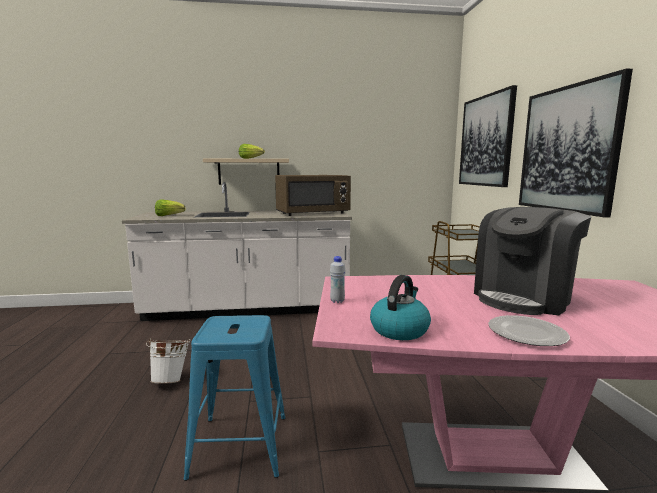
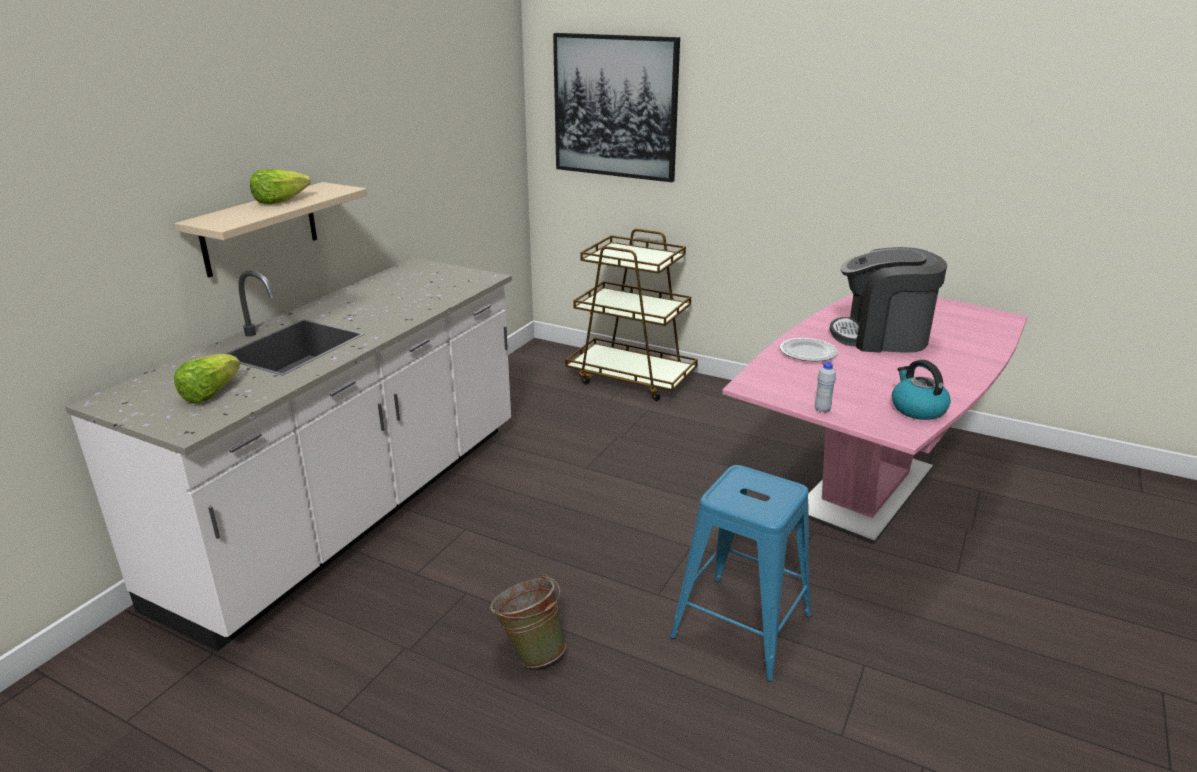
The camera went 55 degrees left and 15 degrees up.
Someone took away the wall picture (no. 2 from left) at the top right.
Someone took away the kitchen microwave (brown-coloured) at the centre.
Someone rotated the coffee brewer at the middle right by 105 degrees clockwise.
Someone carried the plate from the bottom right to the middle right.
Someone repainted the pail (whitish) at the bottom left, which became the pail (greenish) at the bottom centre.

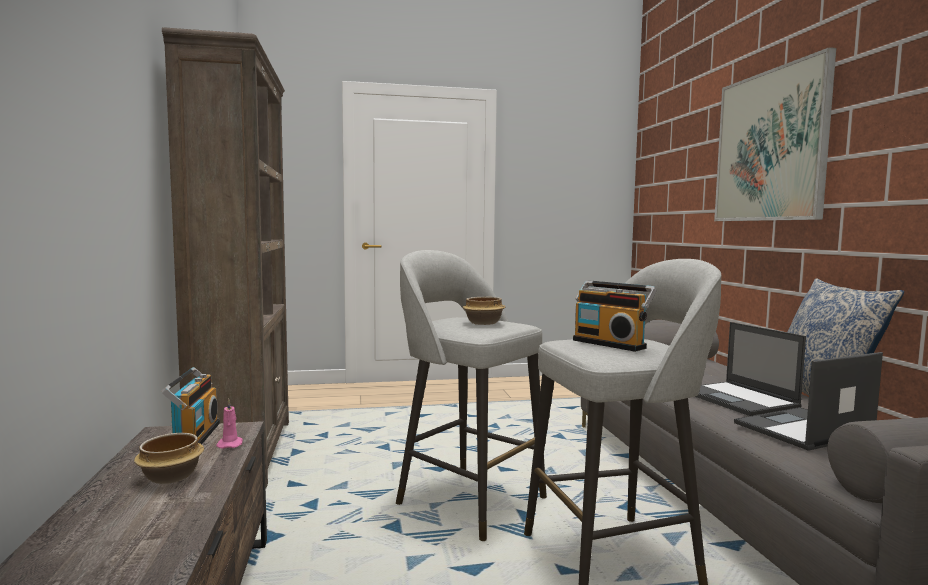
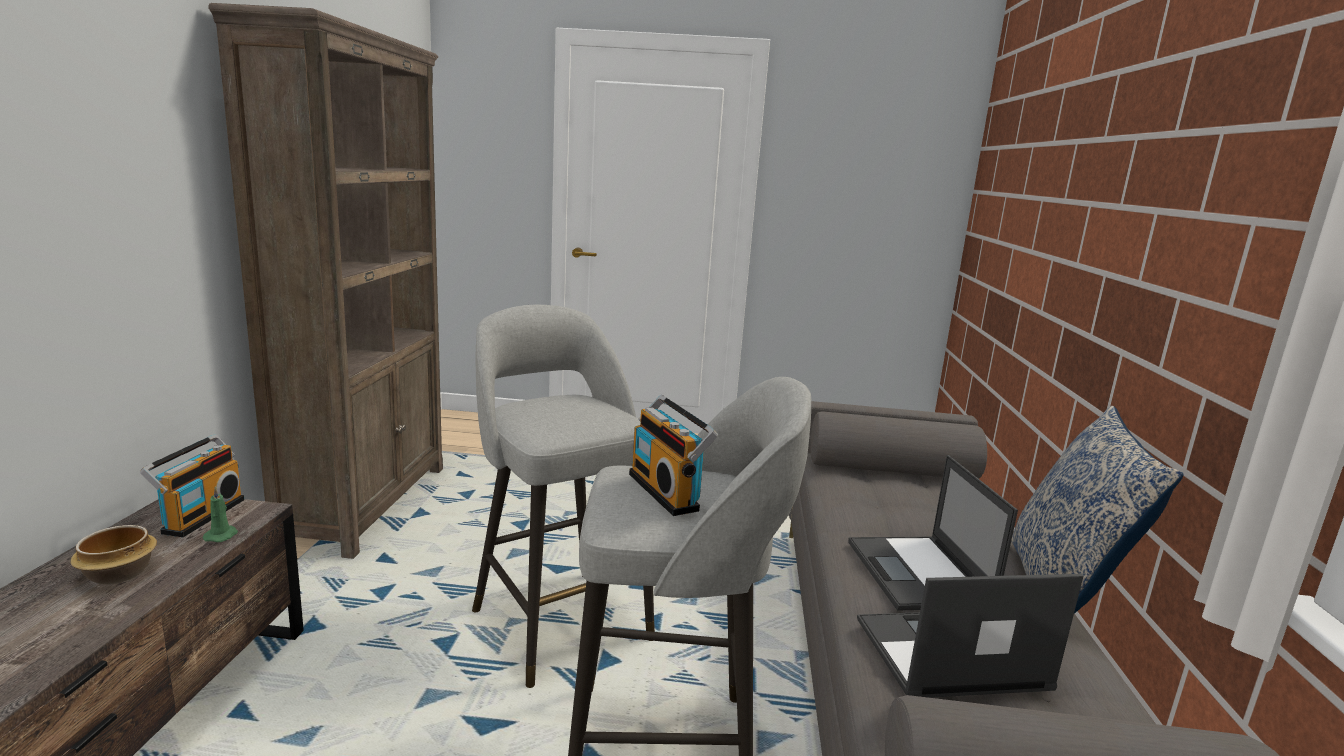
The camera went 15 degrees right and 10 degrees up.
Someone took away the wall picture at the top right.
Someone took away the deep dish (no. 2 from left) at the centre.
Someone repainted the wax candle (pink-coloured) at the bottom left, which became the wax candle (greenish) at the bottom left.

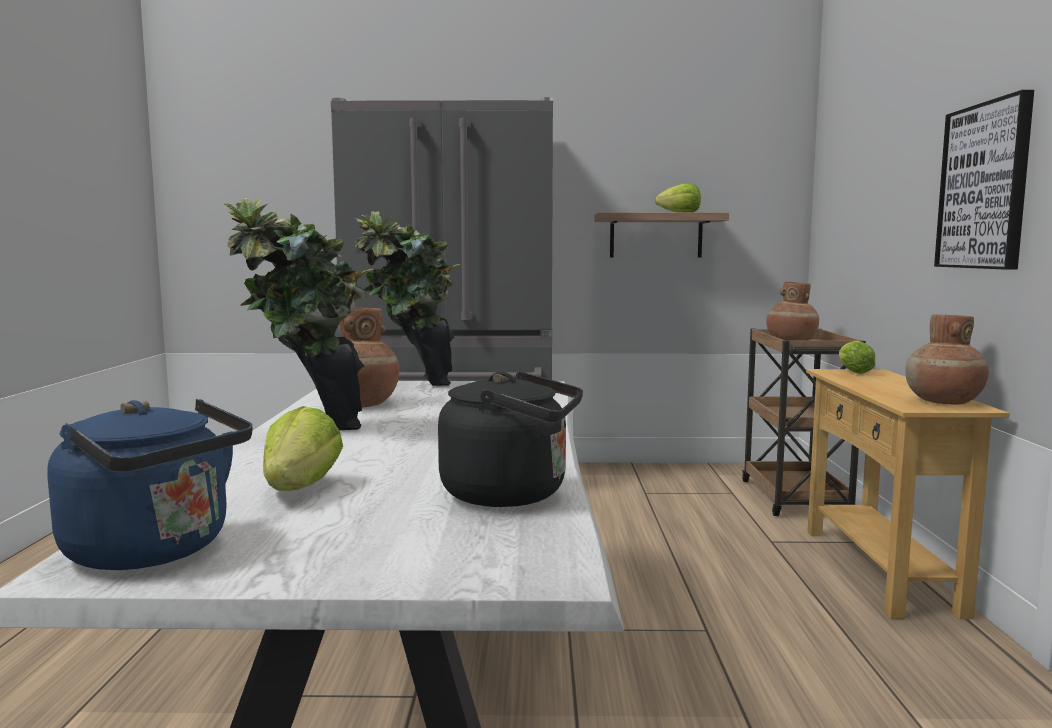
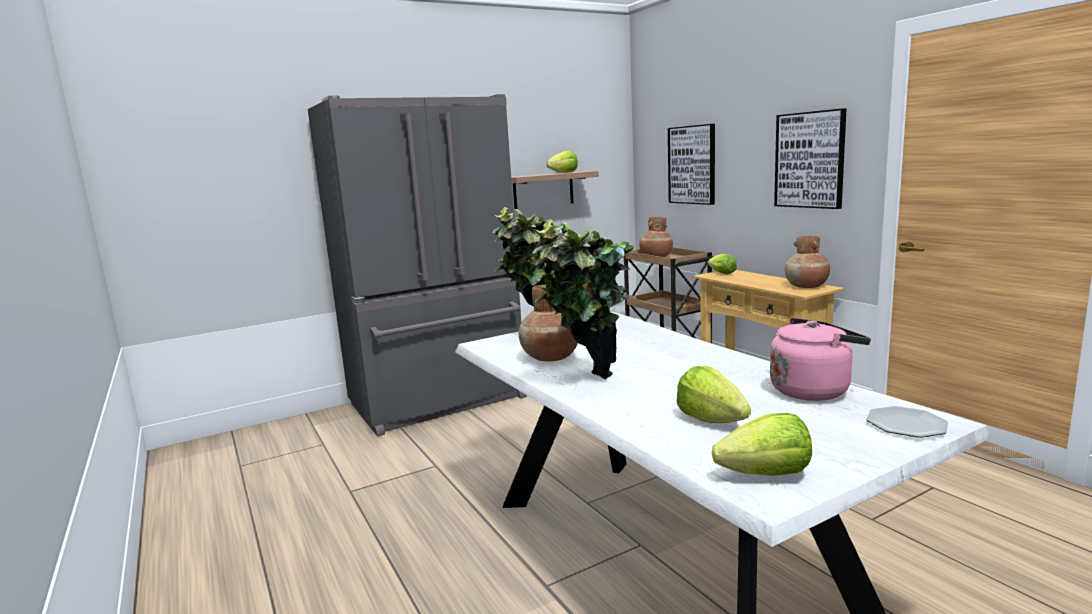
The camera went 30 degrees left and 5 degrees up.
Someone repainted the kettle (black) at the centre, which became the kettle (pink-coloured) at the middle right.
Someone swapped the kettle (blue) at the middle left for the lettuce head (no. 4 from left) at the bottom right.
Someone put up the wall picture (no. 1 from left) at the top centre.
Someone put down the plate at the bottom right.

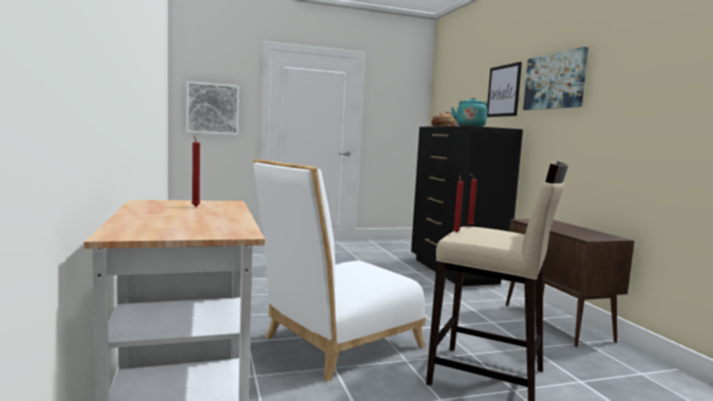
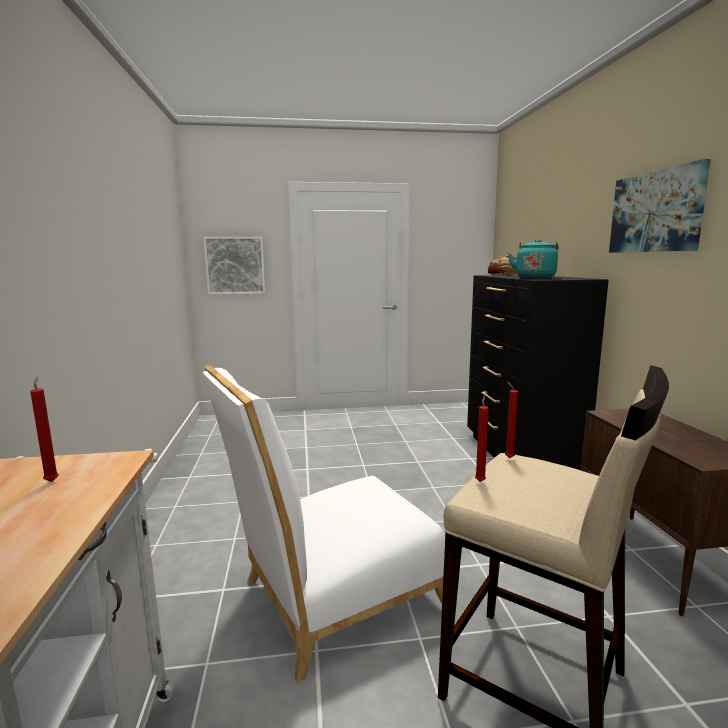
The camera went 10 degrees right and 5 degrees up.
Someone took away the wall picture (no. 2 from left) at the top right.

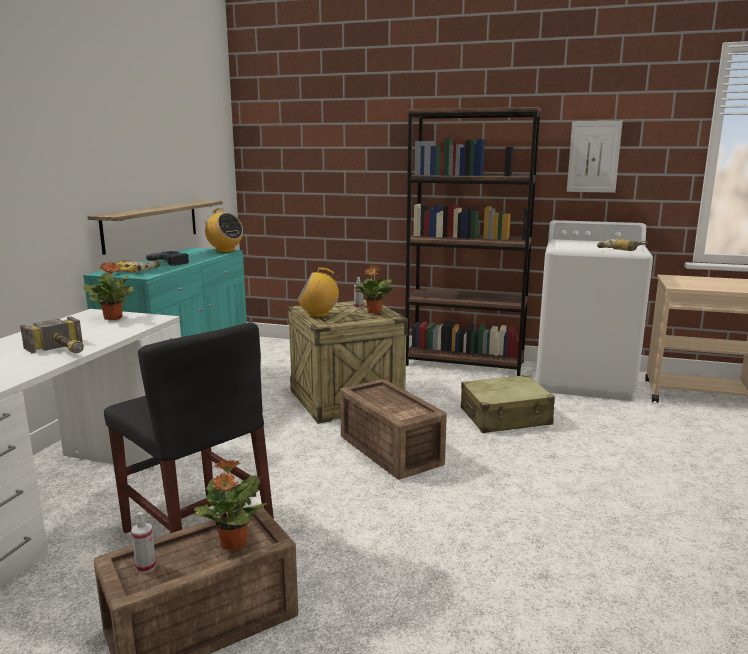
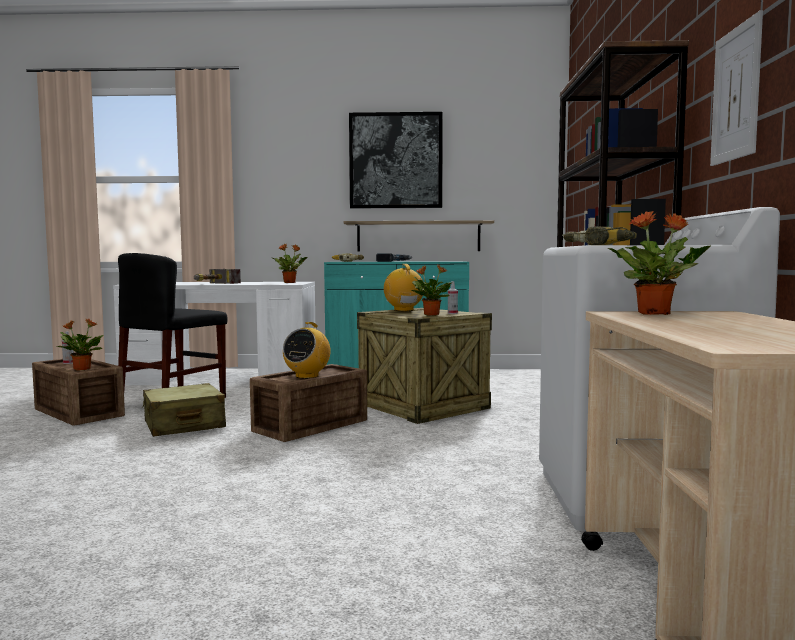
The camera went 75 degrees right and 10 degrees down.
Someone carried the radio receiver (no. 1 from left) from the middle left to the centre.
Someone carried the piece of luggage (beige) from the middle right to the middle left.
Someone put up the wall picture (no. 1 from left) at the top centre.
Someone put down the plant in a pot (no. 4 from left) at the middle right.

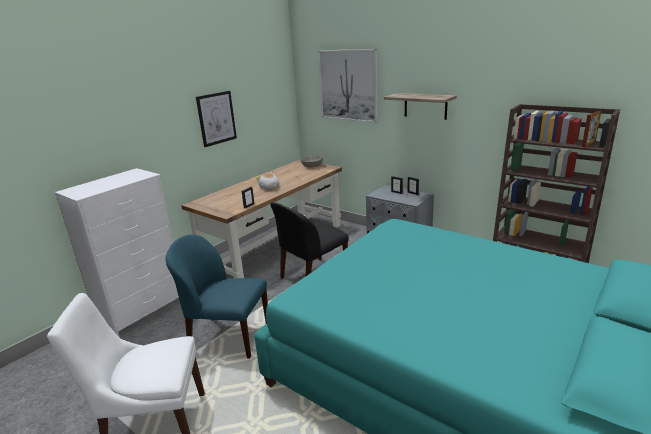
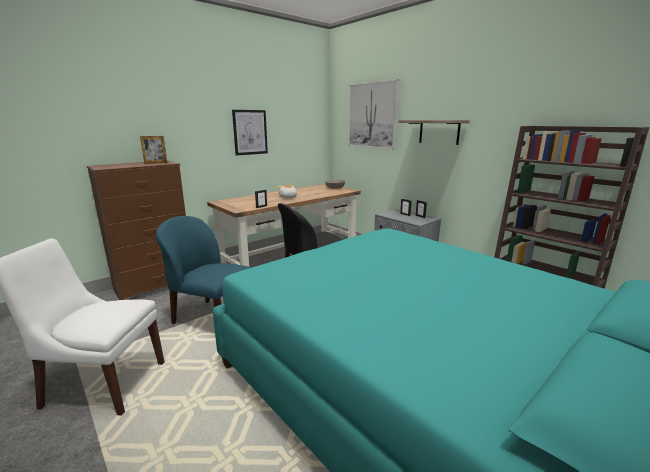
The camera went 10 degrees right and 5 degrees down.
Someone carried the standing frame (no. 4 from left in the first image) from the top right to the top left.
Someone repainted the chest of drawers (whitish) at the middle left, which became the chest of drawers (brown-coloured) at the middle left.

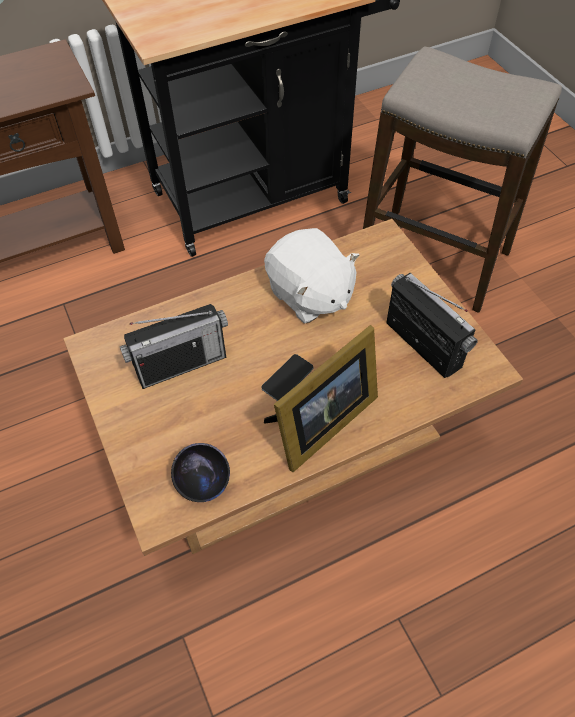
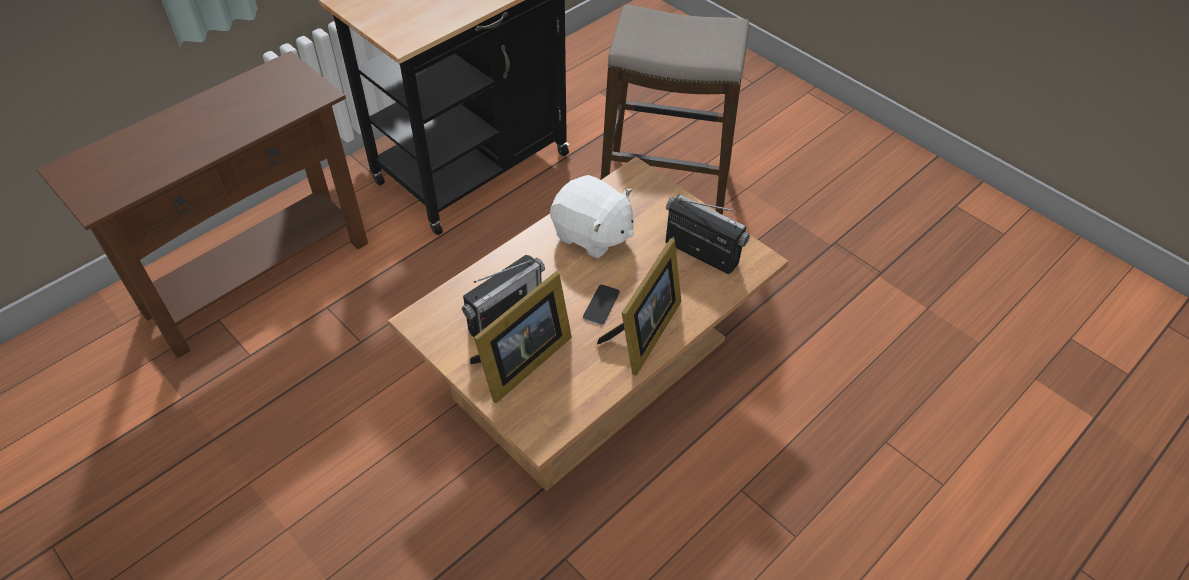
The camera went 20 degrees left and 5 degrees down.
Someone took away the deep dish (black) at the centre.
Someone put down the standing frame (no. 1 from left) at the centre.

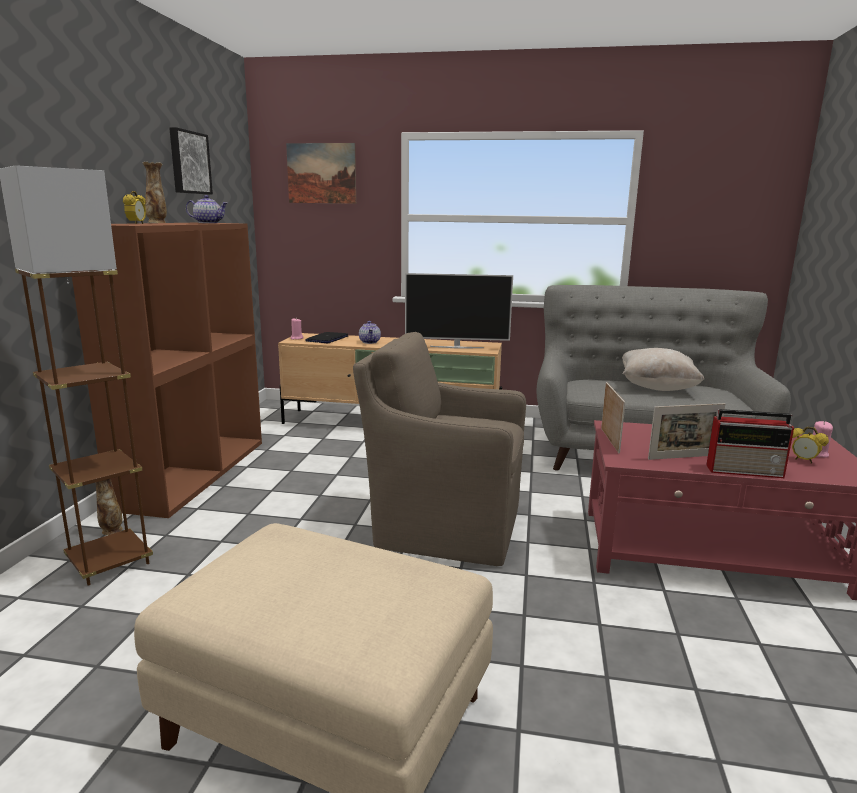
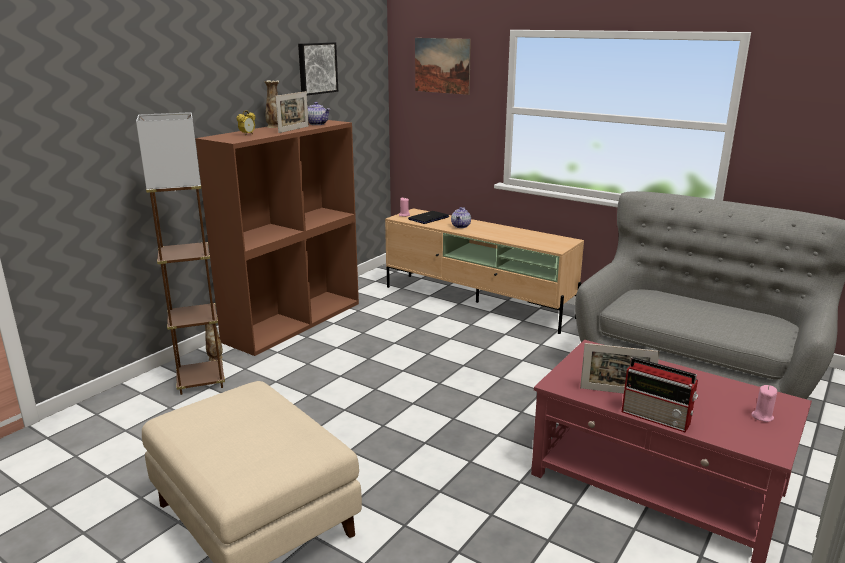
The camera went 25 degrees right and 5 degrees up.
Someone took away the television at the centre.
Someone took away the lounge chair (brown-coloured) at the centre.
Someone took away the pillow (beige) at the middle right.
Someone carried the standing frame (no. 1 from left) from the middle right to the top centre.
Someone took away the bedside clock (no. 2 from left) at the middle right.

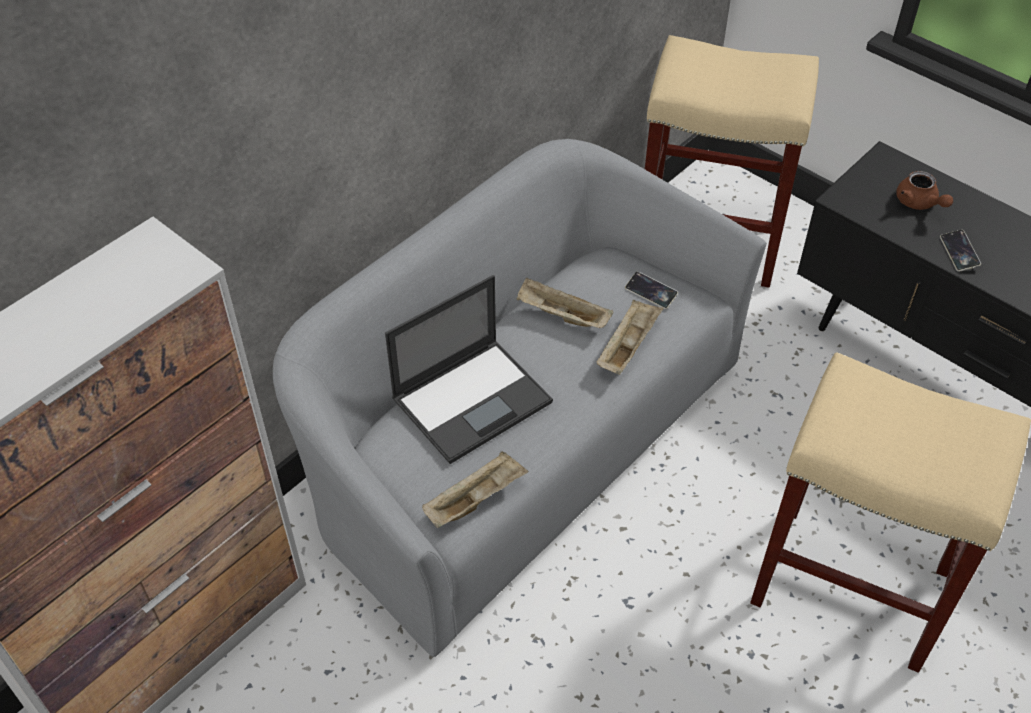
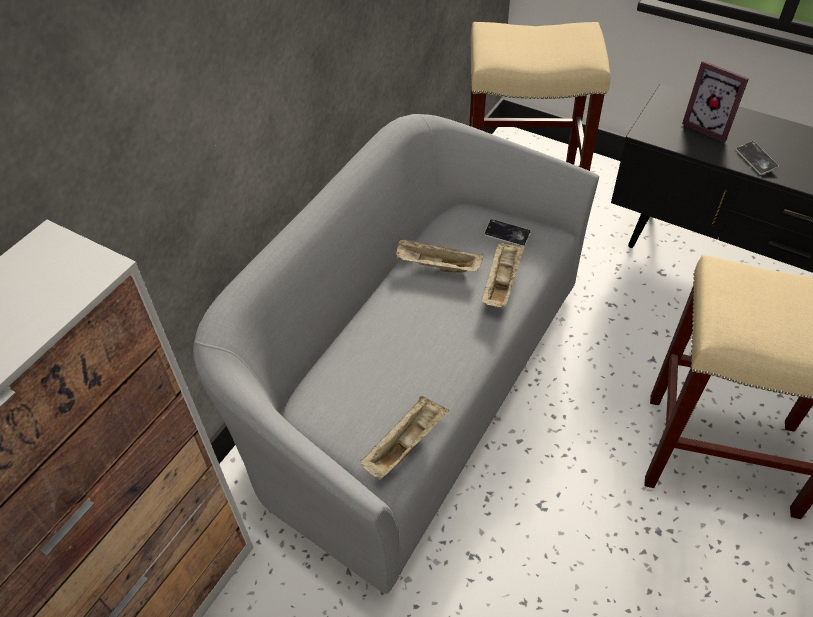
The camera went 10 degrees left and 0 degrees up.
Someone swapped the pot for tea (brown-coloured) at the top right for the standing frame at the top right.
Someone took away the laptop at the centre.

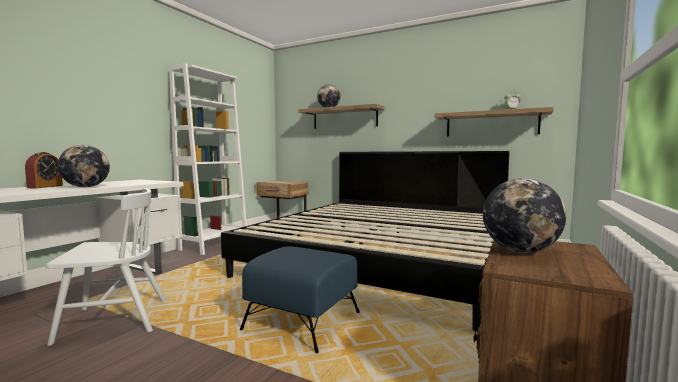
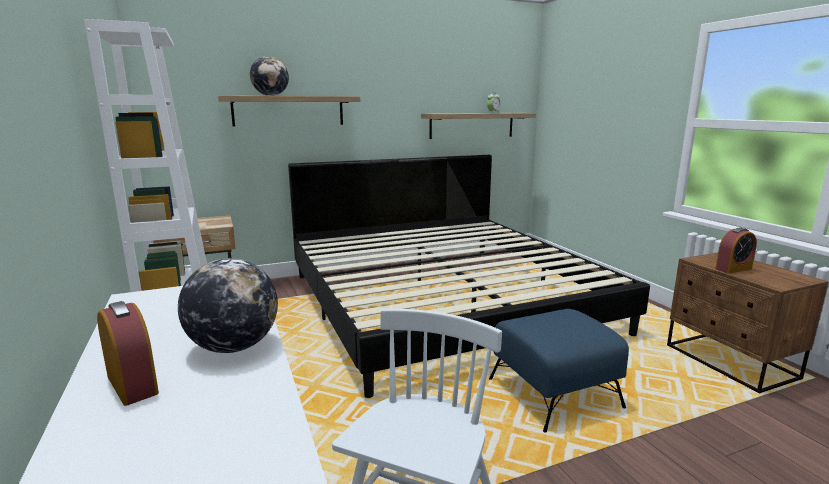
The camera went 50 degrees left and 10 degrees up.
Someone swapped the desk globe (no. 3 from left) at the middle right for the bedside clock (no. 3 from left) at the middle right.

